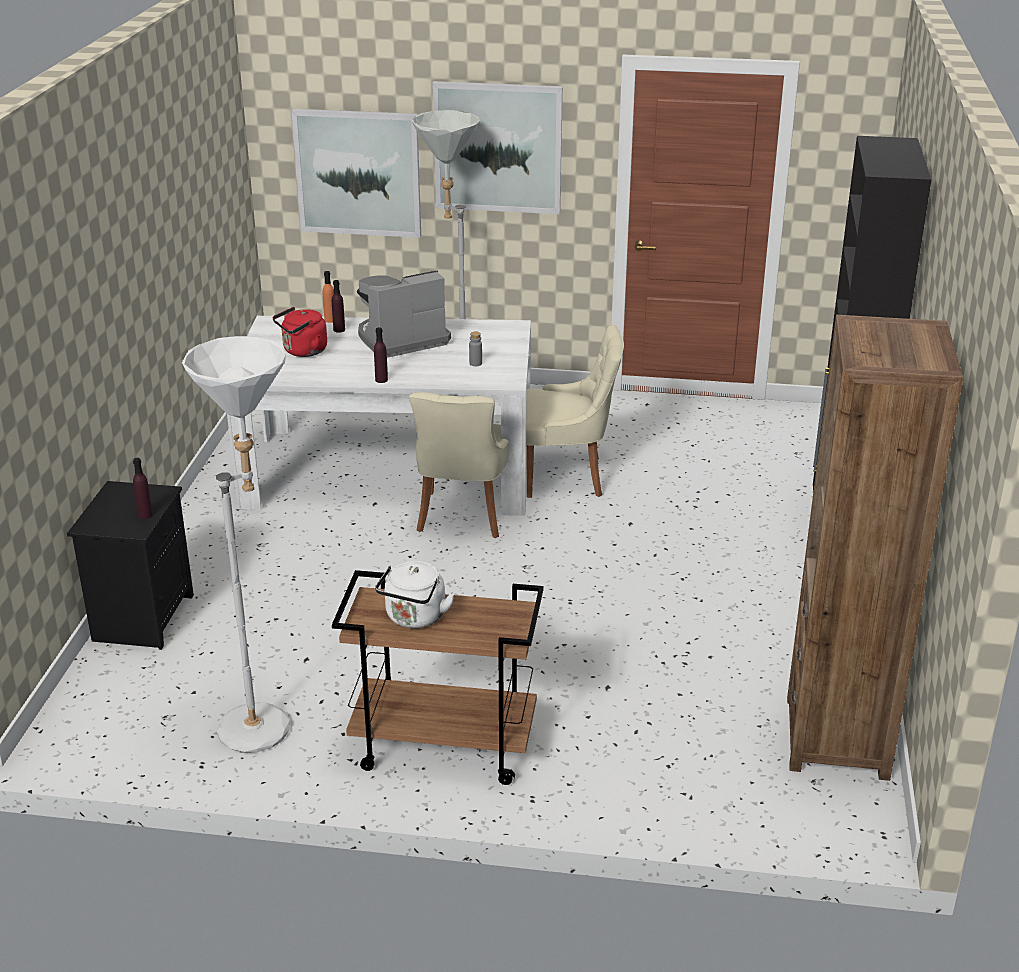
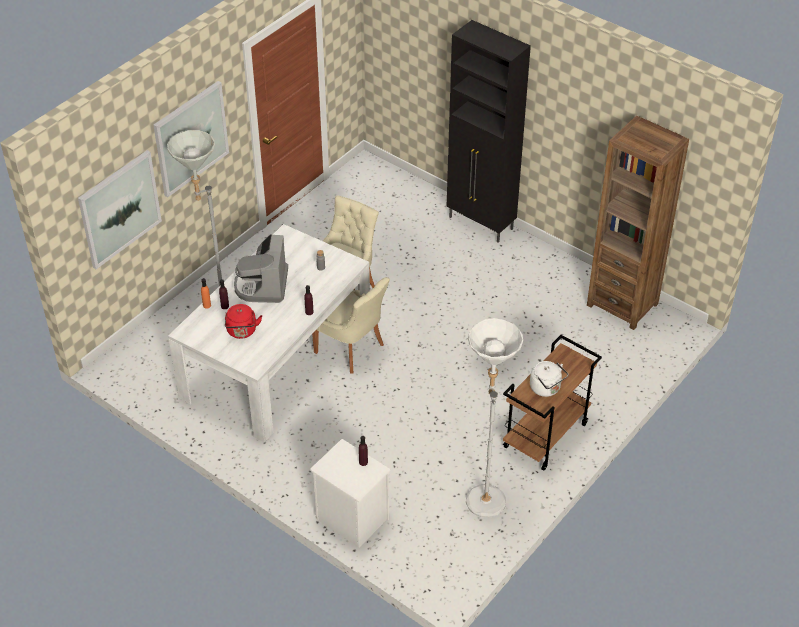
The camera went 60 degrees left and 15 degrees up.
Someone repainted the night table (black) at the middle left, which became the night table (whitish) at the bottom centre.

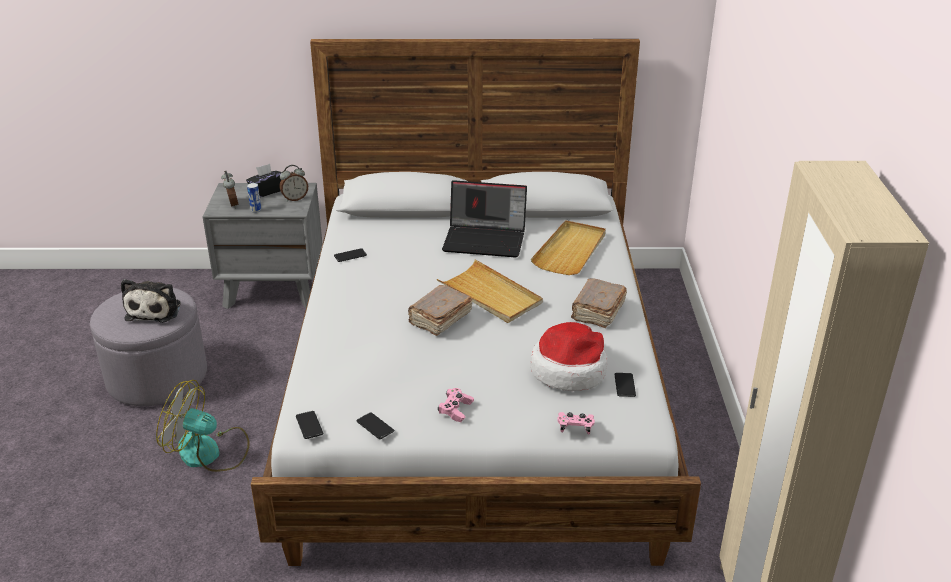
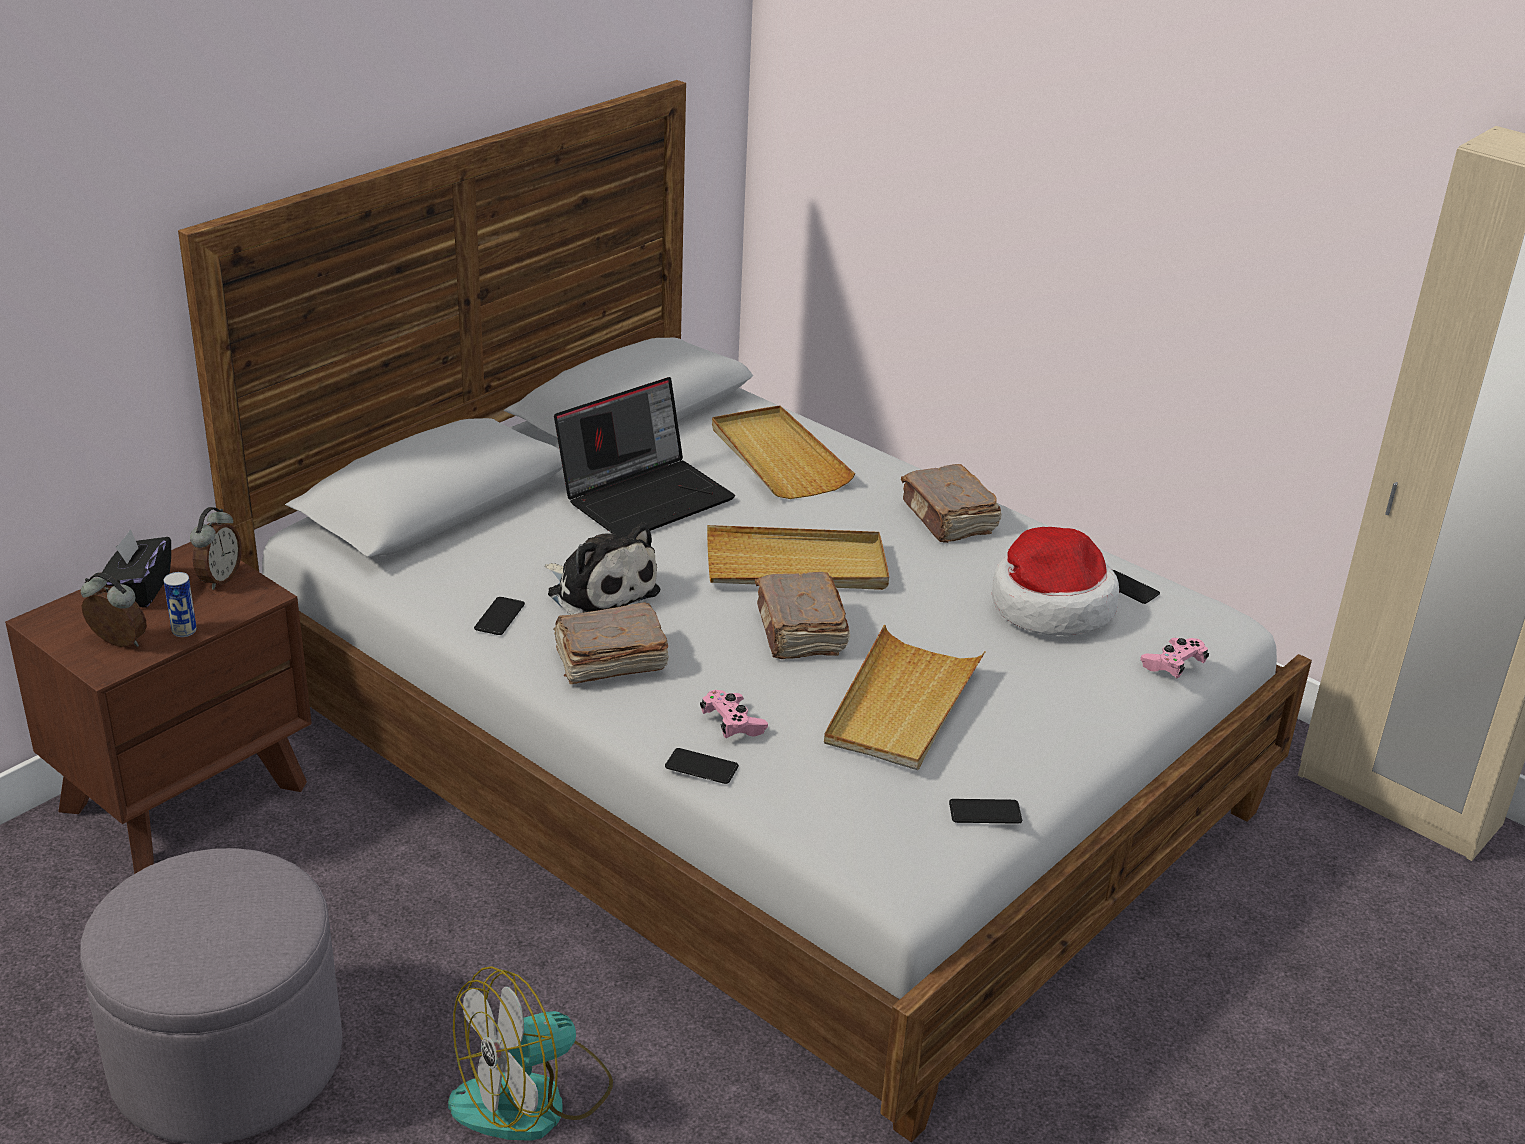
The camera went 50 degrees left and 0 degrees up.
Someone repainted the night table (greyish) at the middle left, which became the night table (brown-coloured) at the middle left.
Someone carried the soft toy from the middle left to the centre.
Someone carried the gamepad (pink-coloured) (no. 1 from left) from the bottom centre to the centre.
Someone carried the phone (no. 1 from left in the first image) from the bottom left to the bottom centre.
Someone put down the bound book (brown-coloured) (no. 1 from left) at the centre.
Someone put down the carrying tray (beige) (no. 3 from left) at the centre.

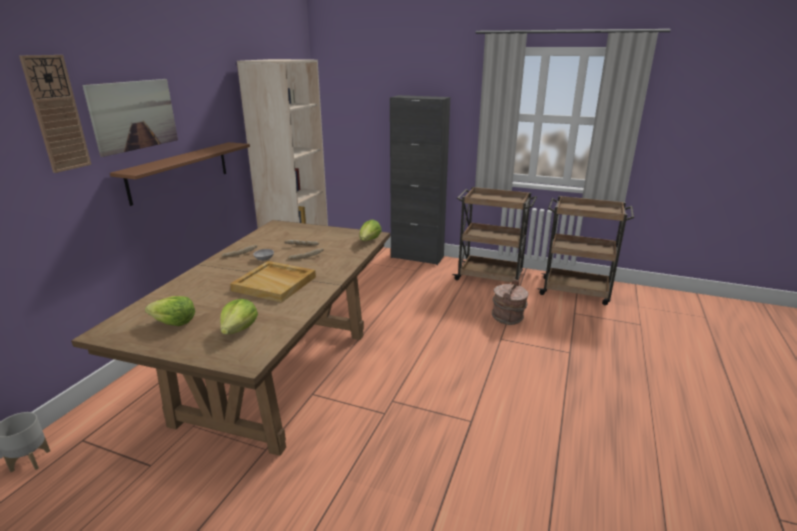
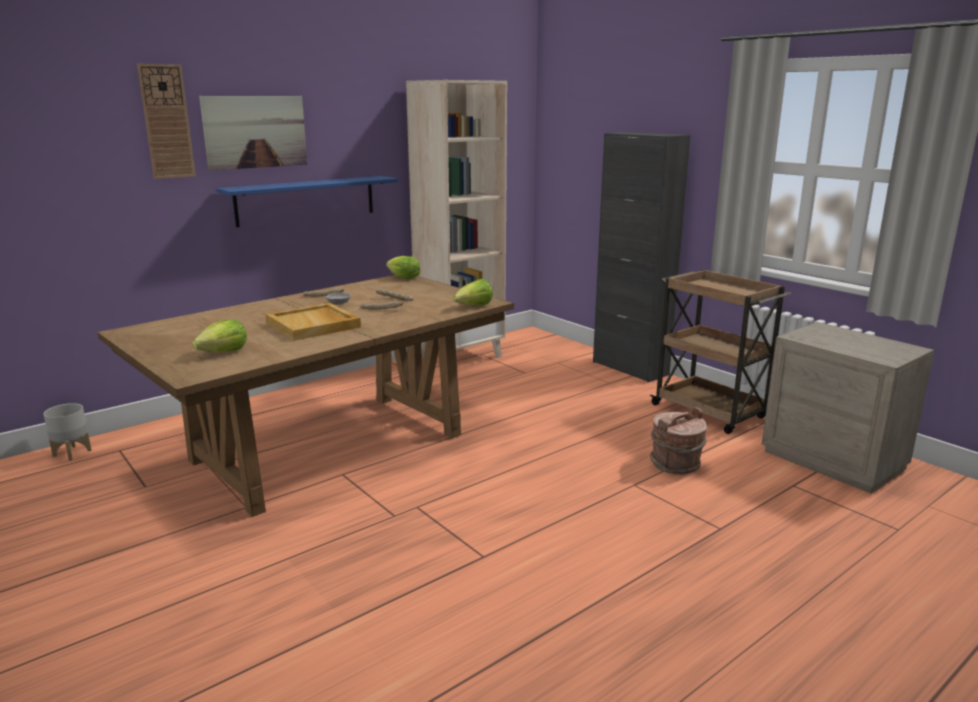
The camera went 30 degrees right and 5 degrees down.
Someone repainted the wall shelf (brown-coloured) at the top left, which became the wall shelf (blue) at the top left.
Someone swapped the cart (brown-coloured) (no. 2 from left) at the middle right for the night table (beige) at the middle right.
Someone carried the lettuce head (no. 1 from left in the first image) from the middle left to the centre.

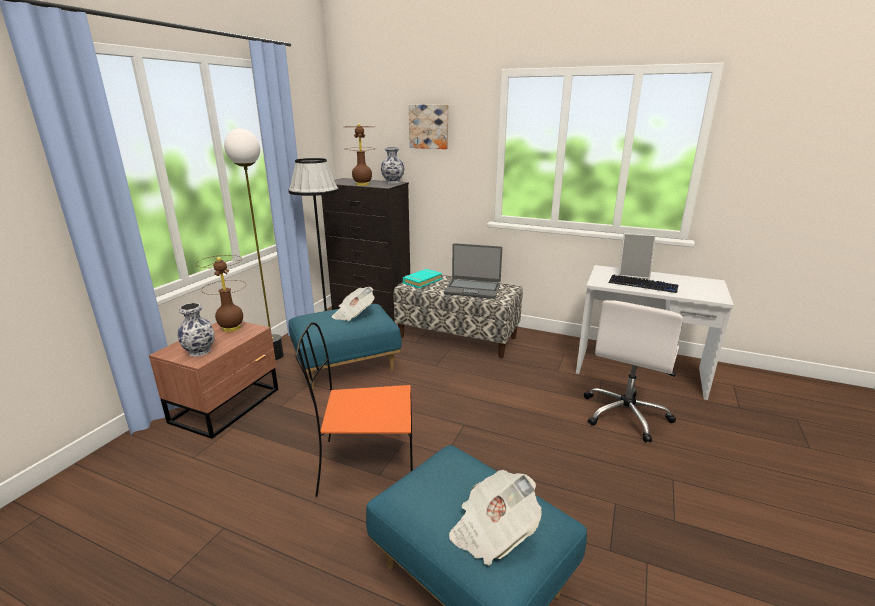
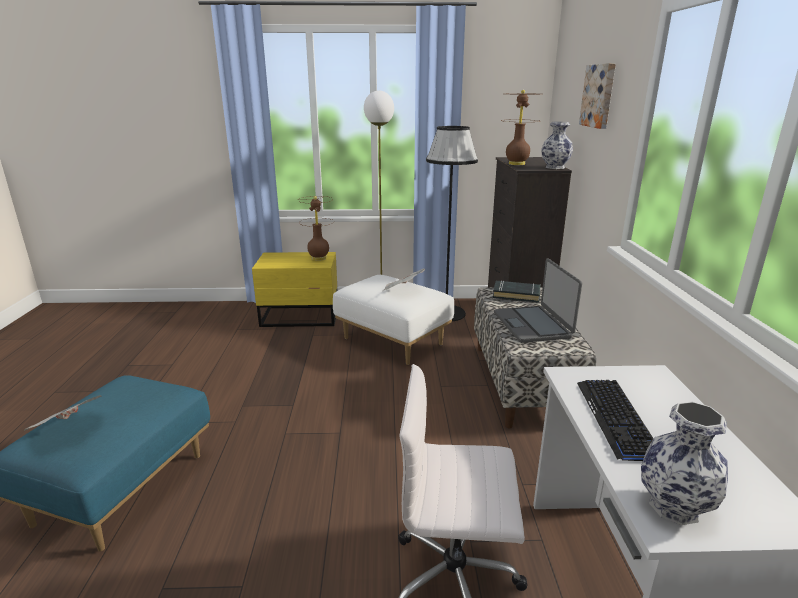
The camera went 65 degrees right and 0 degrees up.
Someone took away the standing frame at the middle right.
Someone repainted the bound book (blue-green) at the centre, which became the bound book (black) at the centre.
Someone carried the vase (no. 1 from left in the first image) from the middle left to the bottom right.
Someone repainted the ottoman (blue) (no. 1 from left) at the centre, which became the ottoman (whitish) at the centre.
Someone repainted the night table (brown-coloured) at the middle left, which became the night table (yellowish) at the centre.
Someone took away the plain chair (orangey) at the bottom centre.

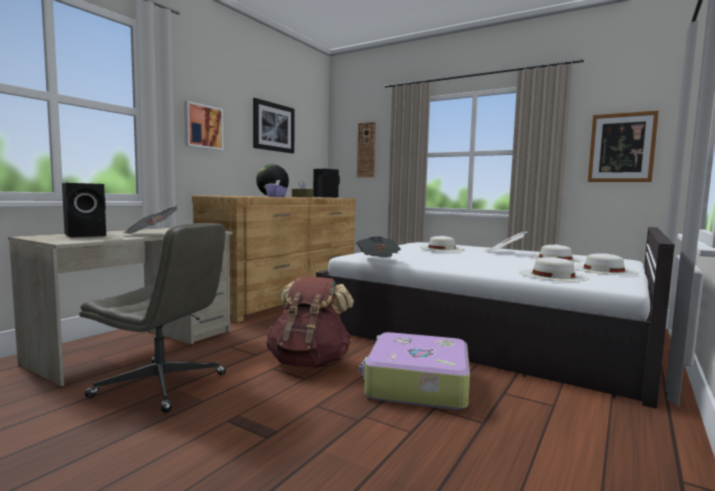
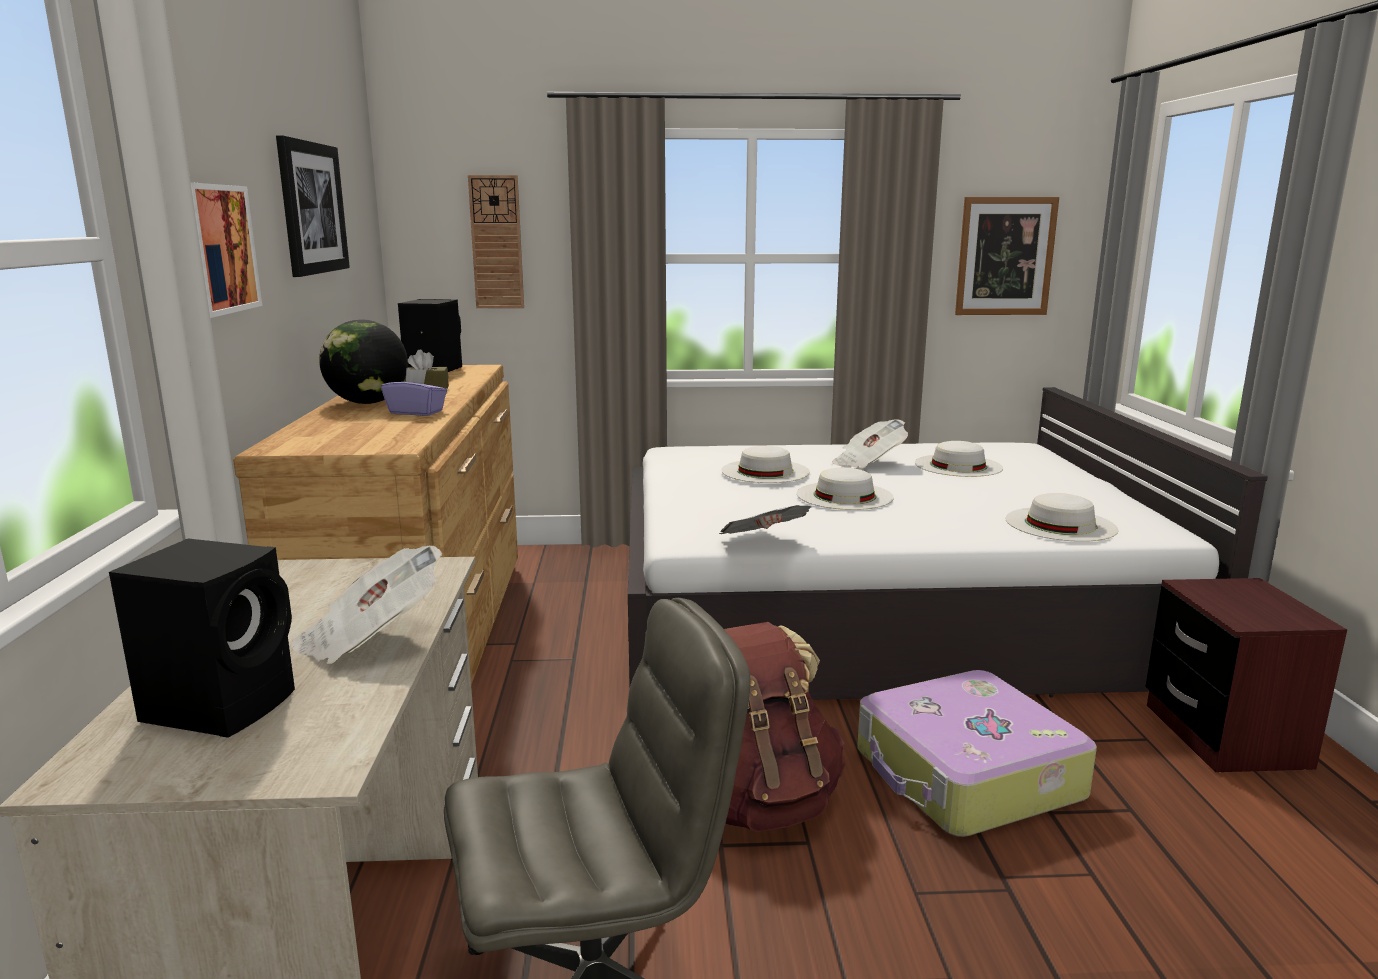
The camera went 35 degrees left and 10 degrees up.
Someone carried the hat (whitish) (no. 4 from left in the first image) from the middle right to the centre.
Someone put down the night table (brown-coloured) at the bottom right.

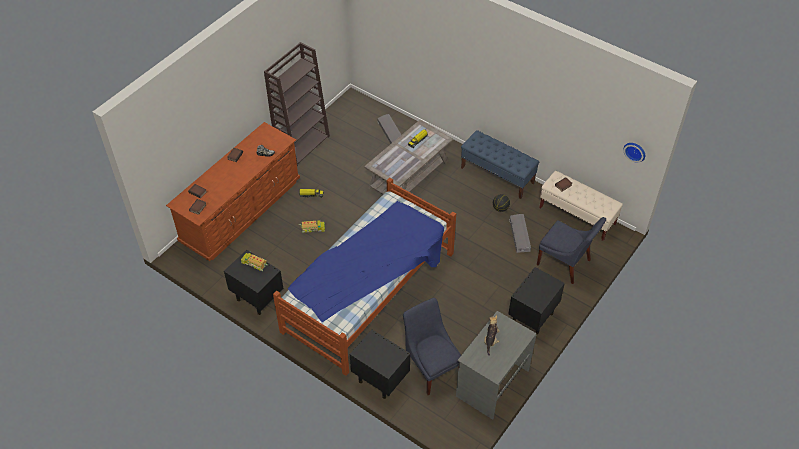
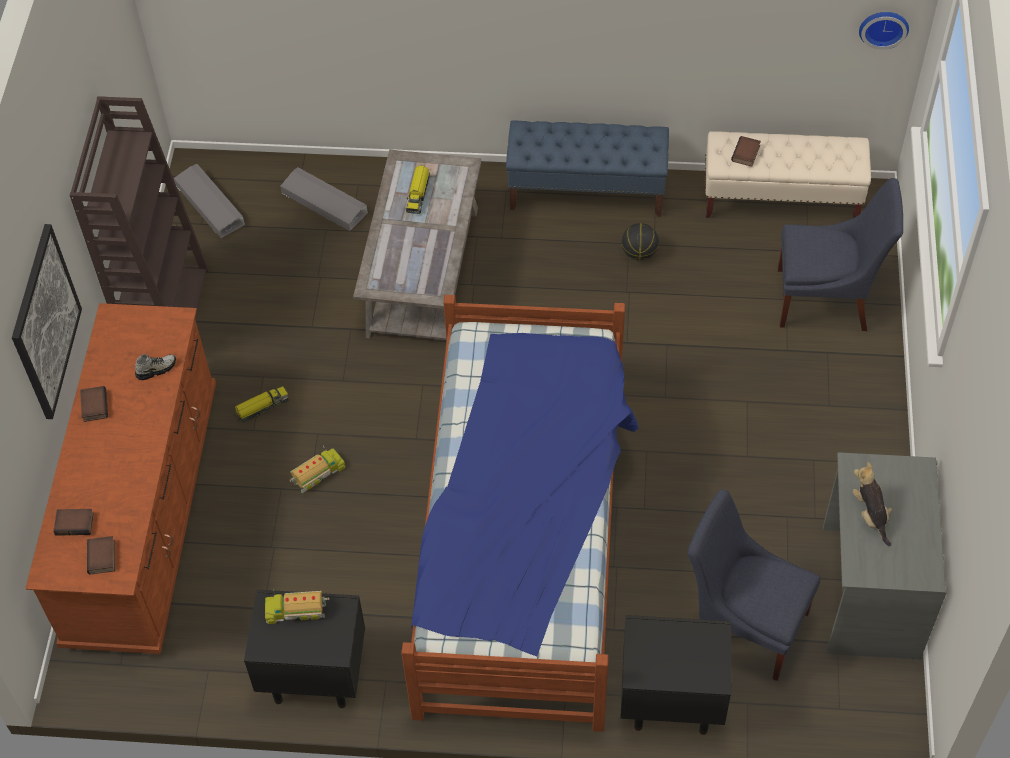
The camera went 30 degrees left and 5 degrees up.
Someone carried the storage box (greyish) (no. 2 from left in the first image) from the centre to the top left.
Someone took away the night table (black) (no. 3 from left) at the bottom right.
Someone put up the wall picture at the middle left.

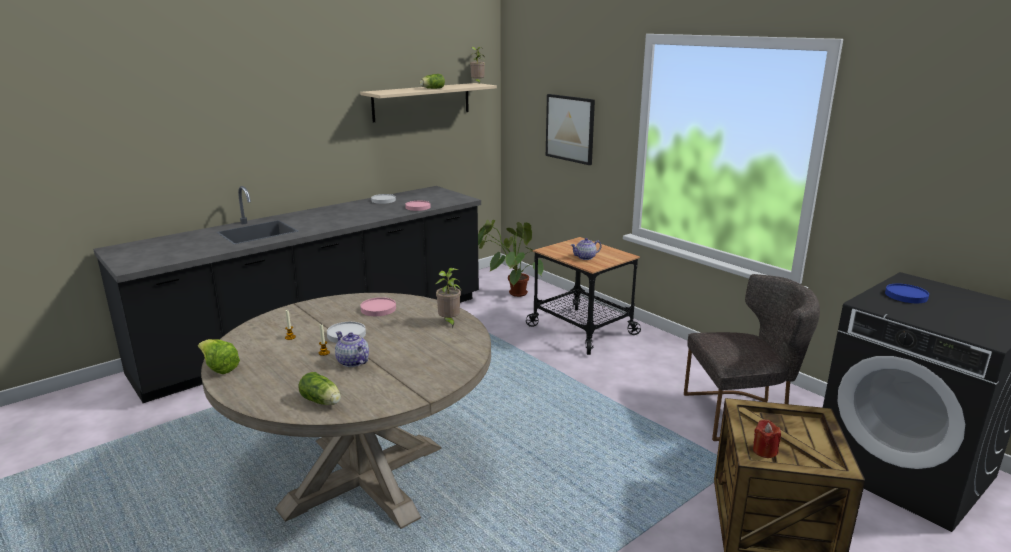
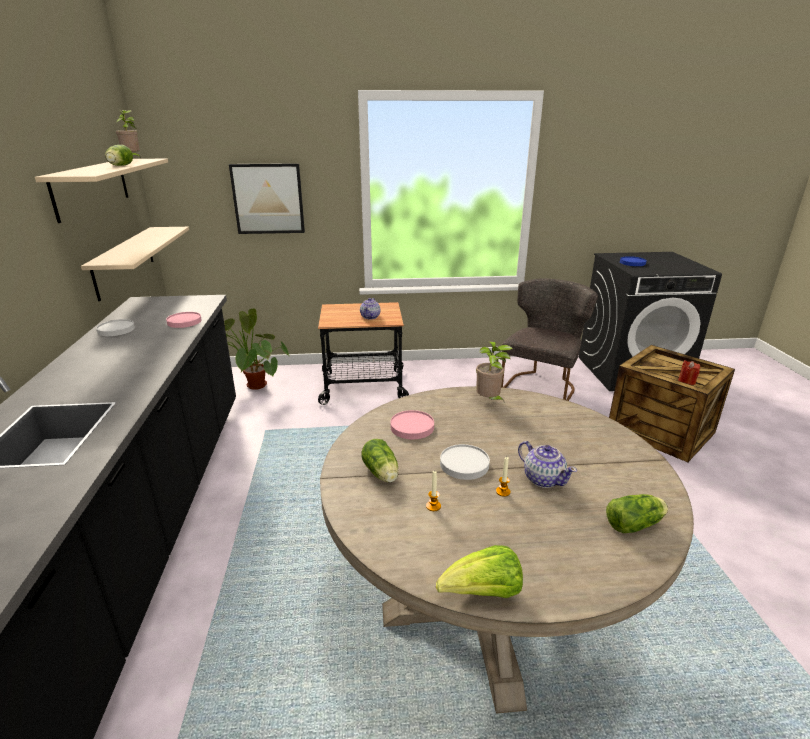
The camera went 55 degrees left and 5 degrees up.
Someone rotated the pot for tea (no. 1 from left in the first image) at the centre by 120 degrees counterclockwise.
Someone put up the wall shelf (beige) (no. 2 from left) at the middle left.
Someone put down the lettuce head (no. 2 from left) at the centre.

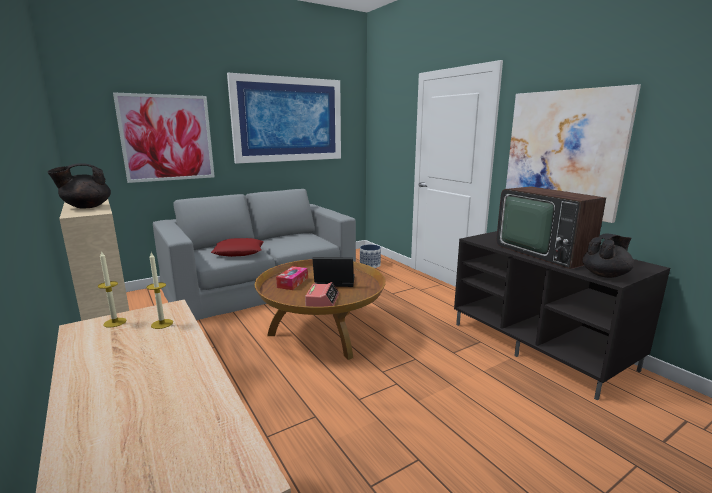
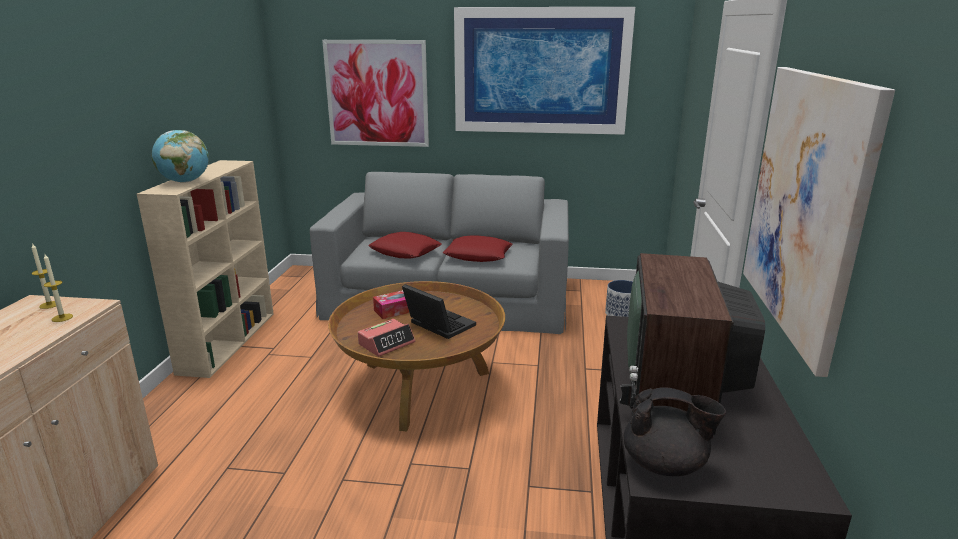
The camera went 40 degrees right and 5 degrees up.
Someone swapped the pot for tea (black) (no. 1 from left) at the middle left for the desk globe at the top left.
Someone put down the pillow (red) (no. 2 from left) at the centre.

